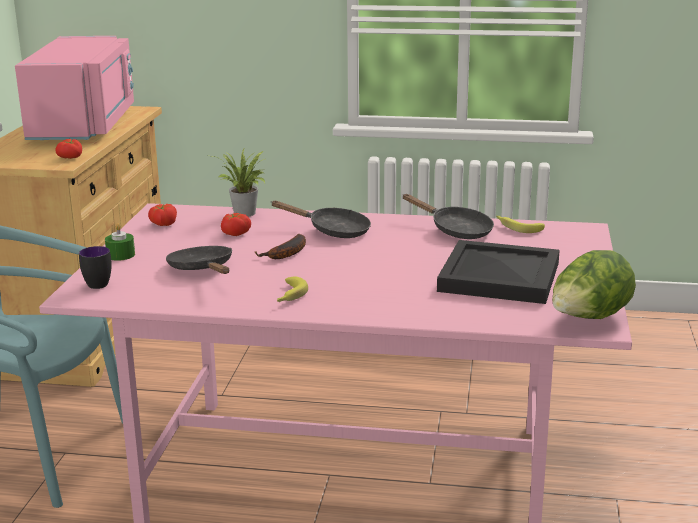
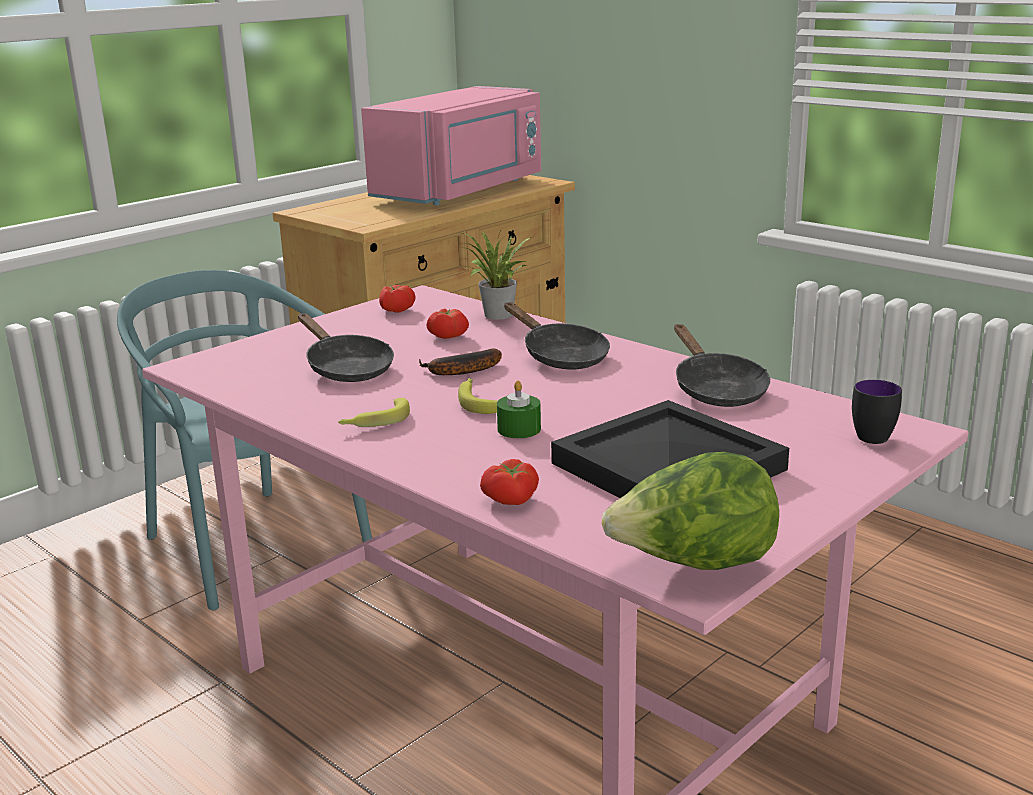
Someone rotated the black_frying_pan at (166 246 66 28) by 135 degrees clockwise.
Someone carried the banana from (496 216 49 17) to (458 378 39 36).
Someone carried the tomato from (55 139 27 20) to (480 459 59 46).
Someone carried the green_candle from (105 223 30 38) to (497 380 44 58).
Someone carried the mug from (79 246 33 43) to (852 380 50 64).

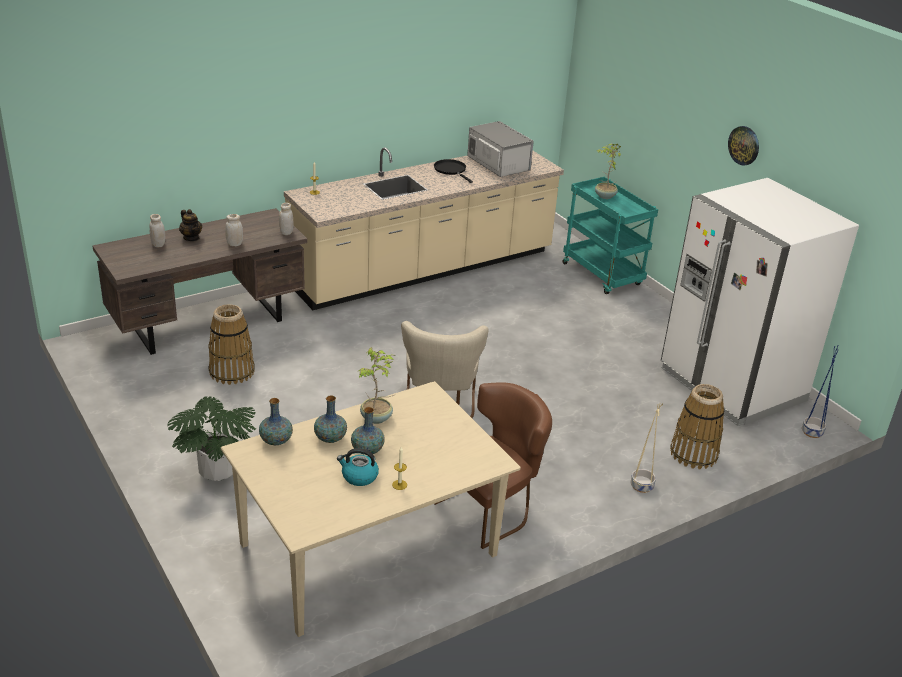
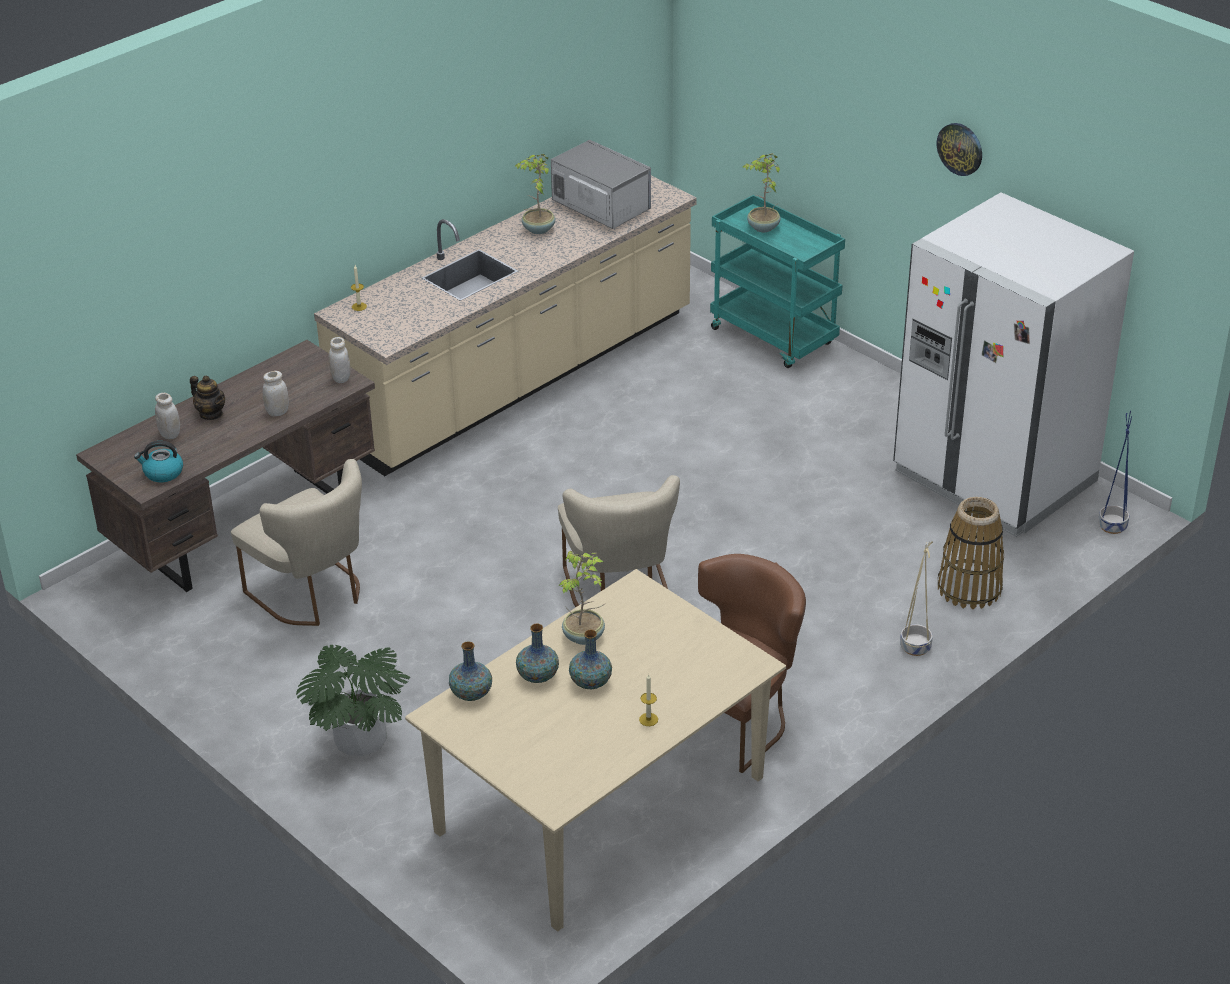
Someone carried the kettle from (337 448 42 38) to (134 441 49 41).
Someone swapped the basket at (208 304 47 81) for the beige_chair at (231 459 131 167).
Someone swapped the black_frying_pan at (434 159 39 24) for the potted_plant at (515 154 40 80).

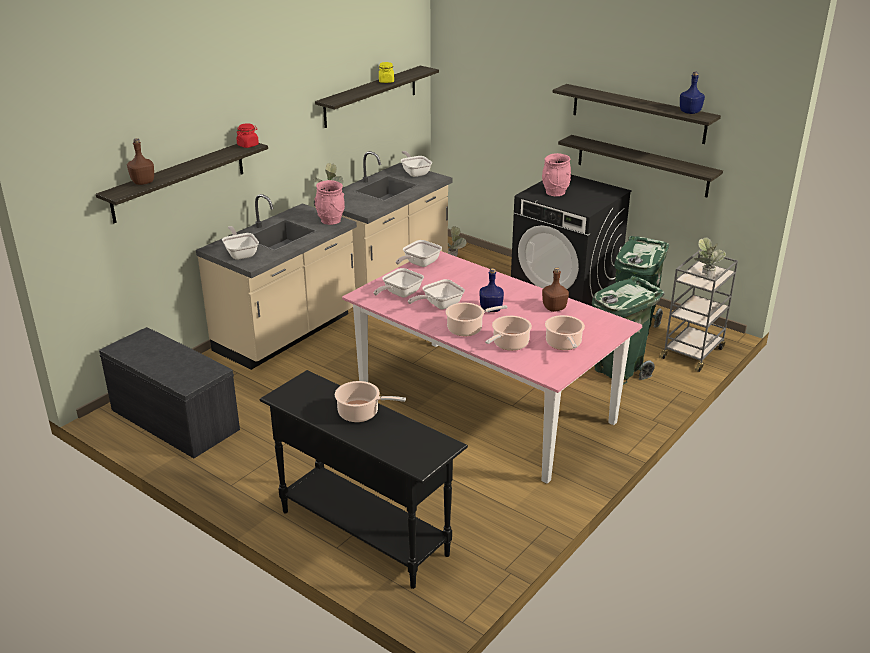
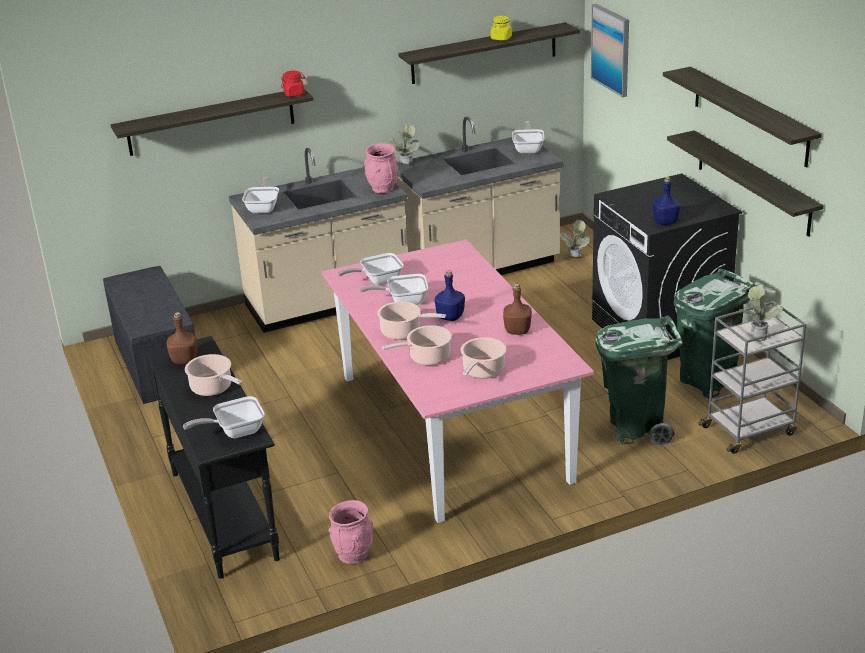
Someone carried the brown_bottle from (127 138 27 47) to (167 312 30 52).
Someone carried the frying_pan from (396 240 46 27) to (183 396 82 43).
Someone carried the pink_vase from (542 153 29 43) to (329 500 44 64).
Someone put up the picture at (591 4 38 93).
Someone carried the blue_bottle from (680 72 25 42) to (652 177 28 48).

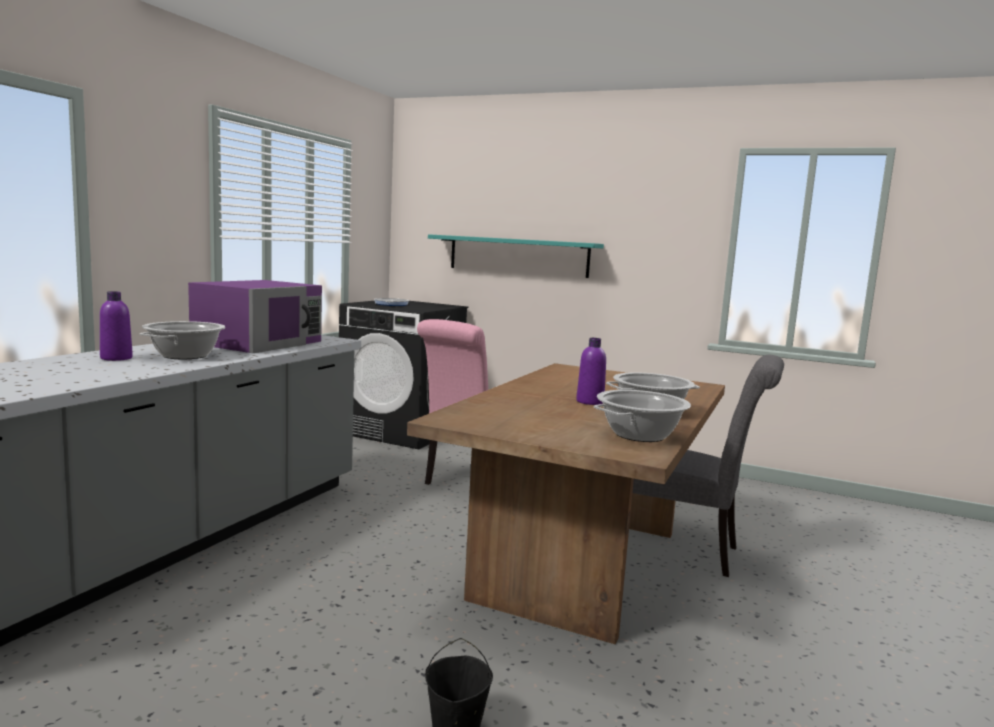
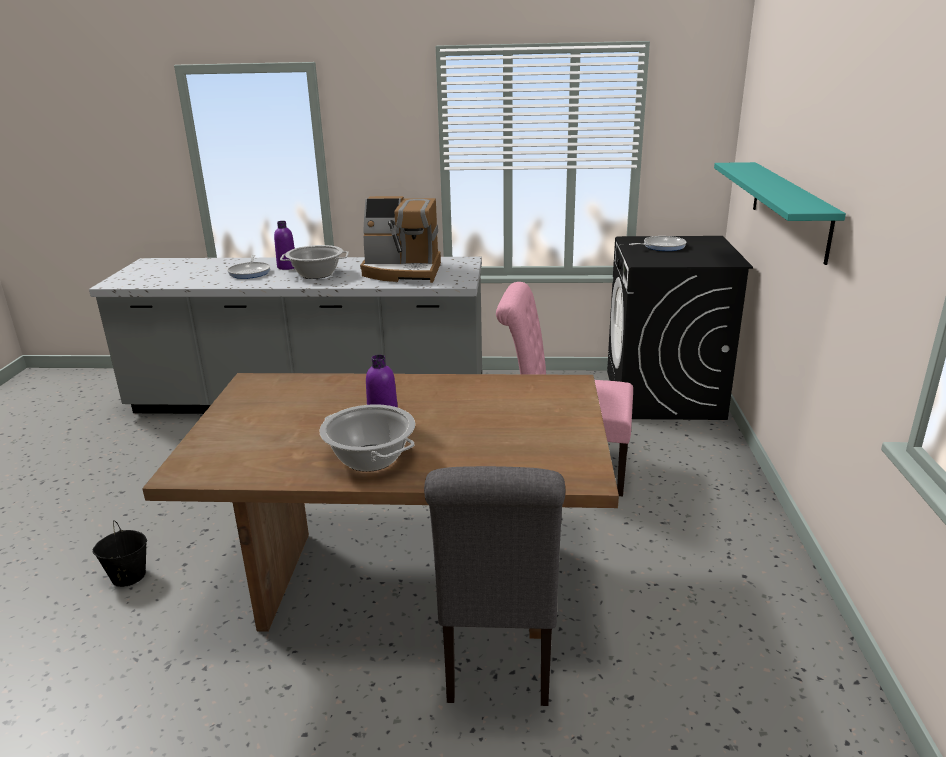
Someone put down the frying_pan at (227 255 43 24).
Someone swapped the purple_microwave at (188 280 134 73) for the coffee_machine at (360 196 81 87).
Someone took away the cooking_pot at (594 390 97 52).

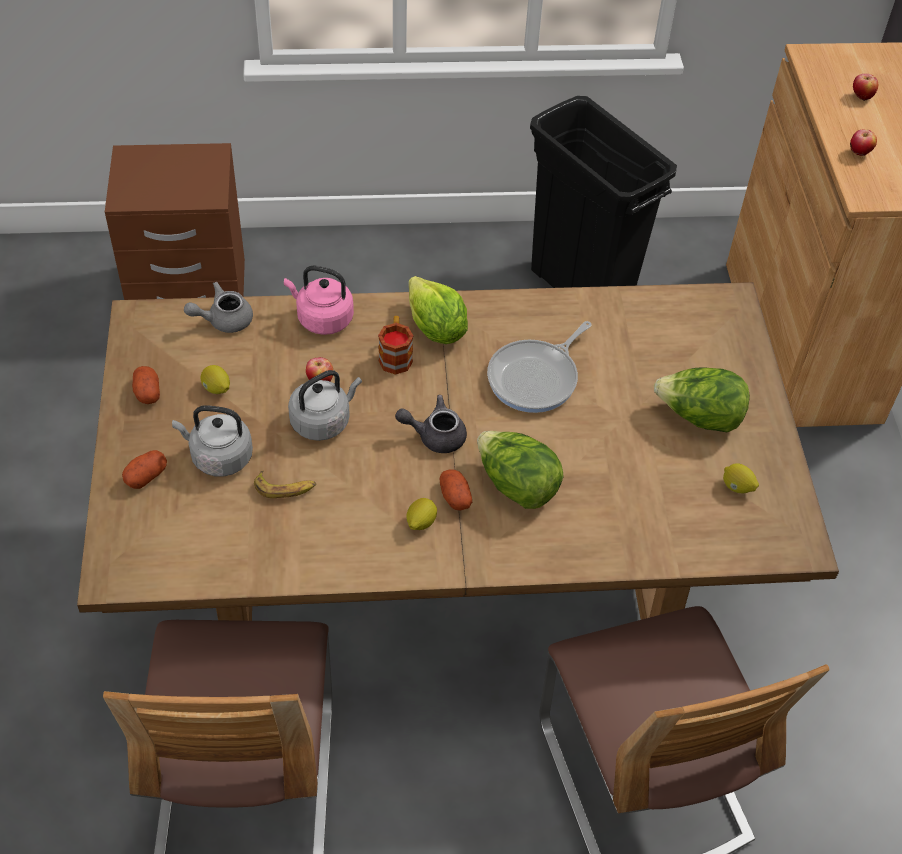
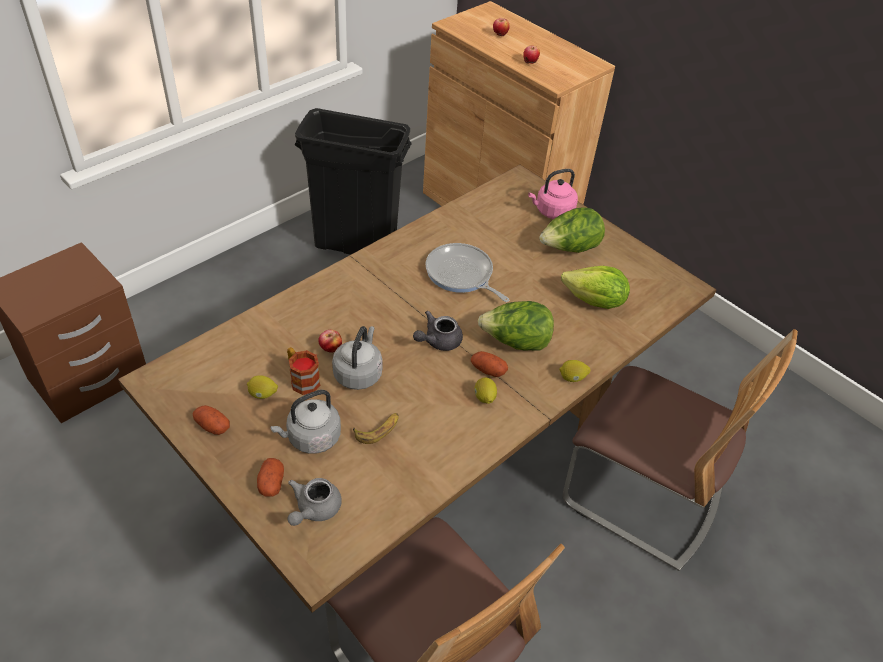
Someone carried the mug from (378 316 35 59) to (287 347 33 48).
Someone carried the grey_teapot from (184 282 69 51) to (287 478 55 48).
Someone rotated the frying_pan at (487 321 104 92) by 135 degrees clockwise.
Someone carried the pink_kettle from (284 266 70 69) to (528 169 50 50).
Someone carried the lemon from (723 463 36 30) to (559 360 31 22).
Someone carried the lettuce from (409 276 59 68) to (561 266 69 43).

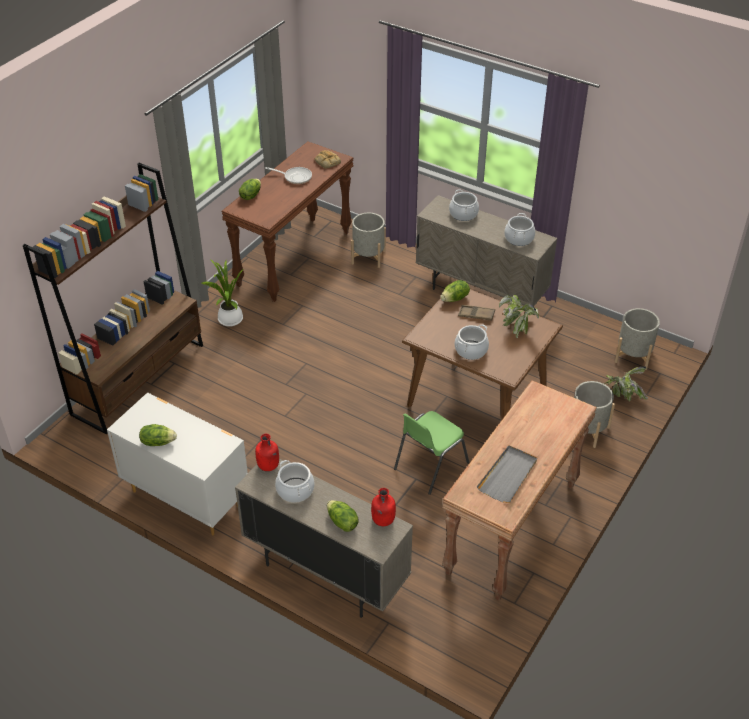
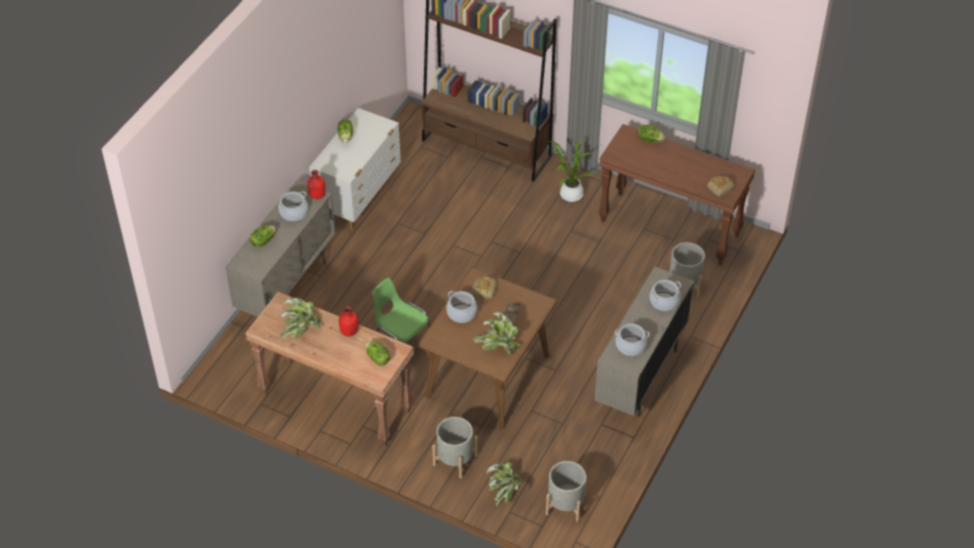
Someone swapped the grey_tray at (477 445 60 58) for the potted_plant at (280 298 40 41).
Someone carried the red_bottle from (371 488 25 38) to (339 306 19 30).
Someone carried the lettuce from (440 280 30 22) to (365 341 25 25).
Someone put down the bread at (473 276 24 23).
Someone took away the frying_pan at (265 167 47 17).

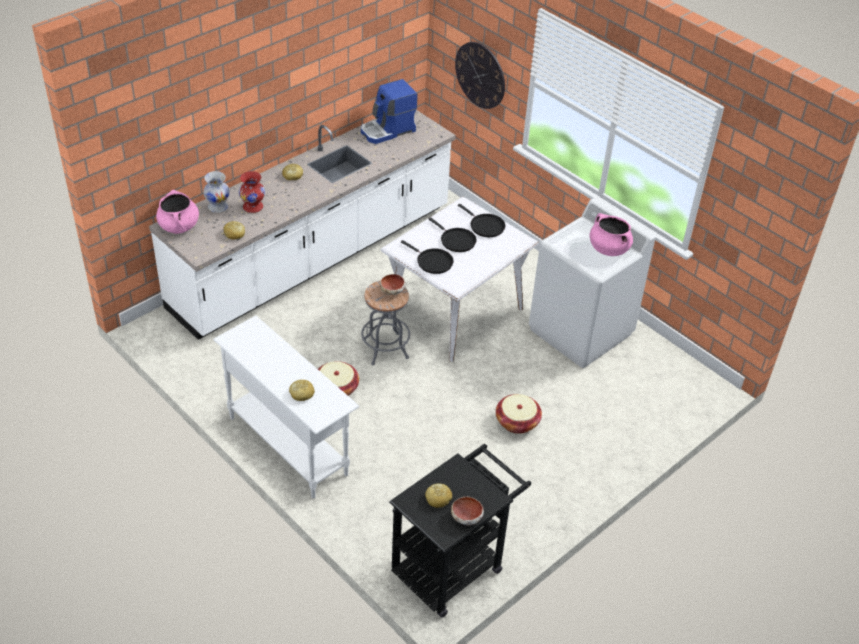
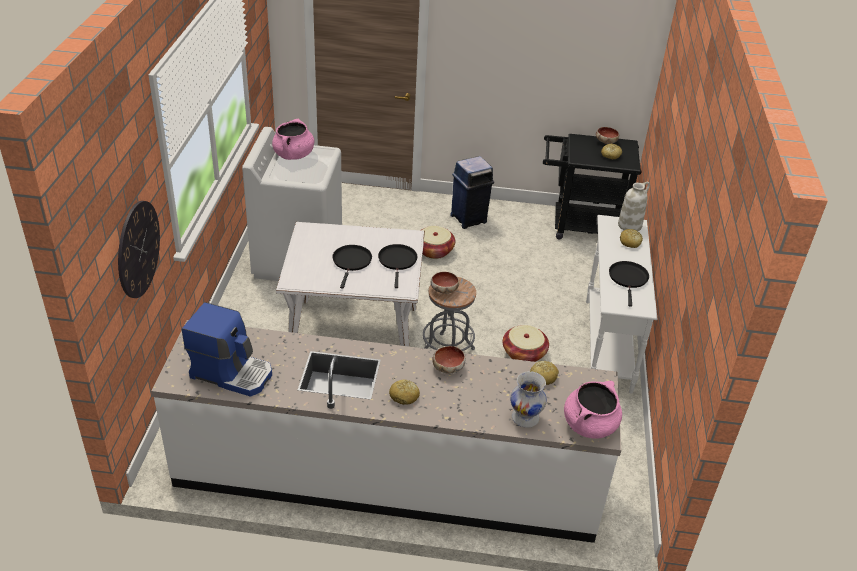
Someone put down the bowl at (432 346 34 28).
Someone put down the blue_trash_can at (450 156 44 73).
Someone carried the black_frying_pan from (458 204 47 33) to (609 261 40 46).
Someone put down the white_vase at (618 182 32 49).
Someone took away the red_vase at (239 171 26 42).

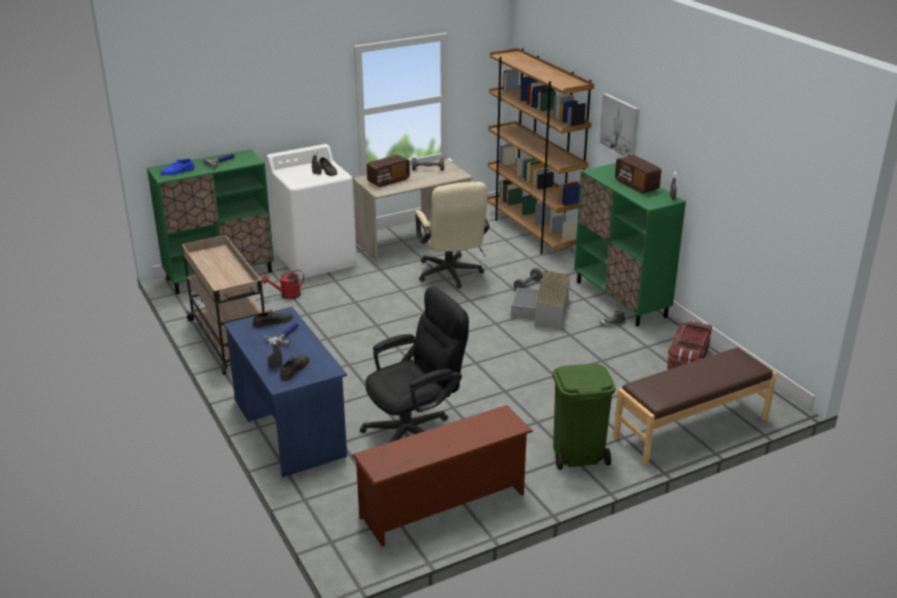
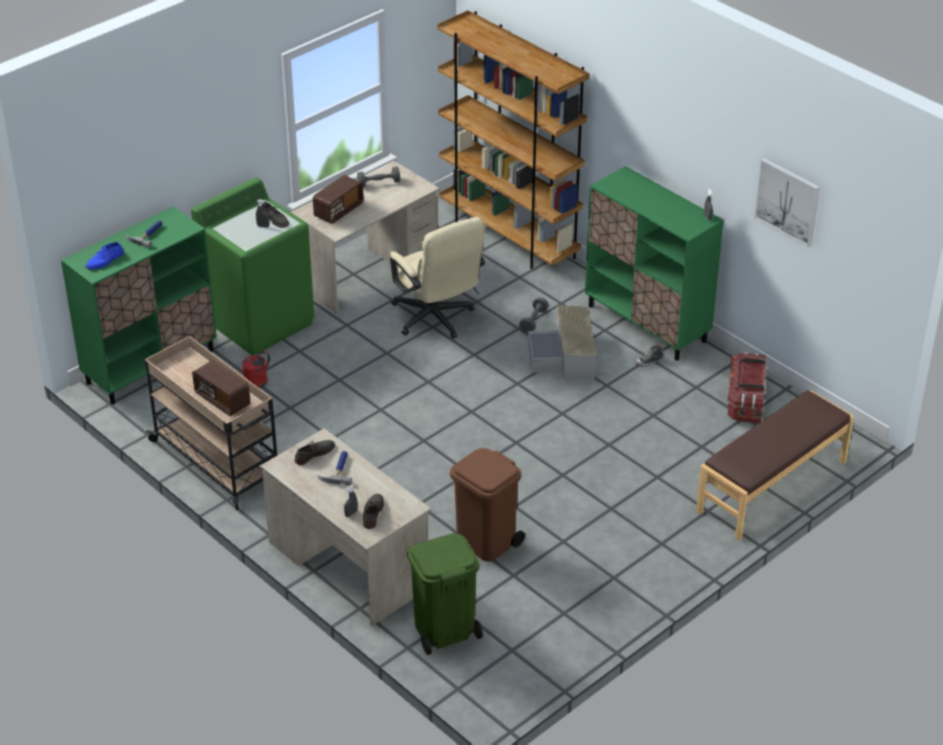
Someone repainted the white_washing_machine at (266 144 91 135), which became the green_washing_machine at (191 178 123 177).
Someone carried the radio from (615 155 46 38) to (192 360 59 56).
Someone repainted the blue_desk at (224 307 123 170), which became the beige_desk at (260 428 171 199).
Someone carried the green_trash_can from (553 363 63 107) to (407 533 76 122).
Someone swapped the black_office_chair at (360 286 109 156) for the brown_trash_can at (450 448 75 114).
Someone carried the picture from (599 93 40 64) to (754 158 66 90).
Someone took away the brown_shoe_rack at (352 405 181 142).

